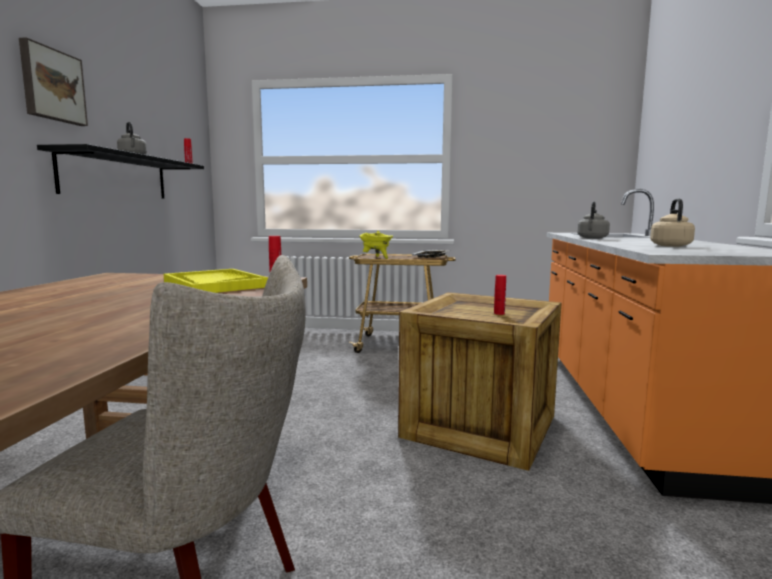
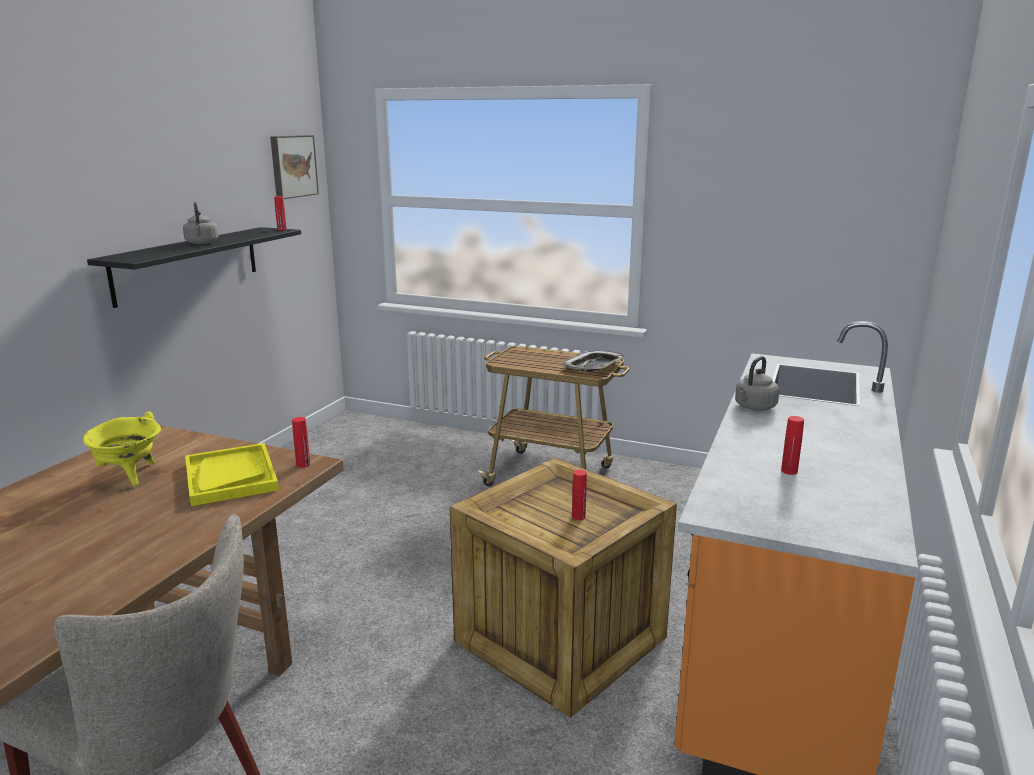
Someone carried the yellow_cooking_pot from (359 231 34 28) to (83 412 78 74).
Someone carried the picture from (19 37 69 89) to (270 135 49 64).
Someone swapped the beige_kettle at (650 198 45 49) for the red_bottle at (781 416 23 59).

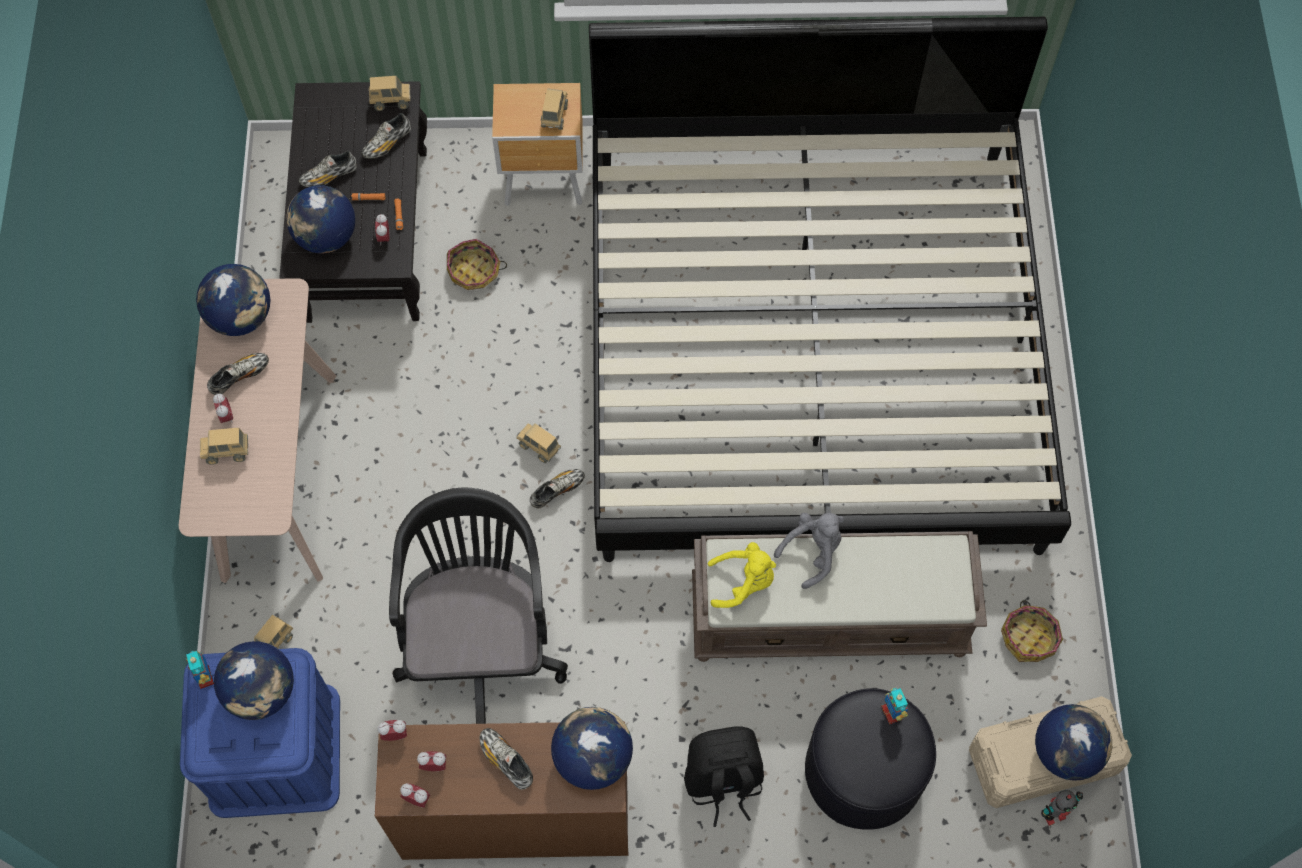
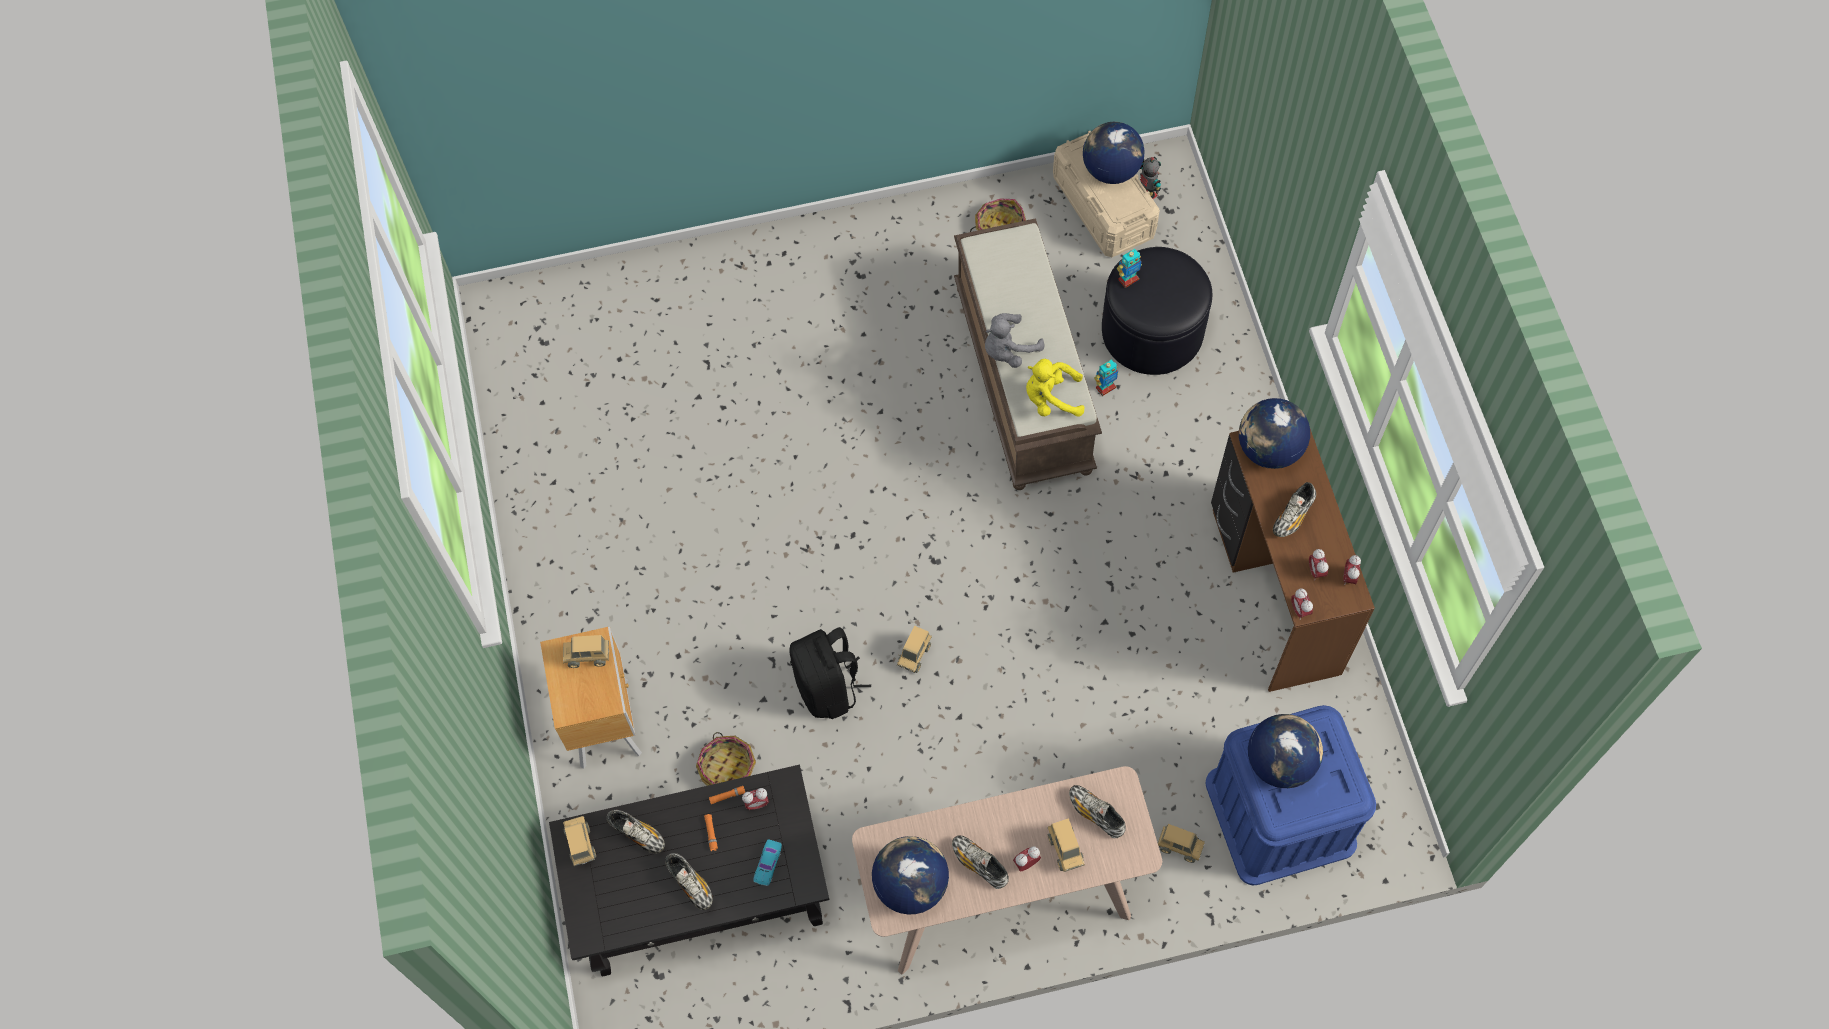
Someone swapped the globe at (286 185 69 68) for the turquoise_toy_car at (753 839 29 47).
Someone carried the black_backpack from (684 726 80 101) to (789 627 82 92).
Someone rotated the grey_plush_toy at (774 513 71 76) by 75 degrees counterclockwise.
Someone rotated the yellow_plush_toy at (708 542 68 66) by 75 degrees counterclockwise.
Someone carried the shoe from (530 469 55 39) to (1069 785 57 53).
Someone carried the toy_robot from (186 651 28 38) to (1094 359 25 37).
Someone took away the black_office_chair at (389 488 179 236).
Someone took away the bed at (589 17 482 545).

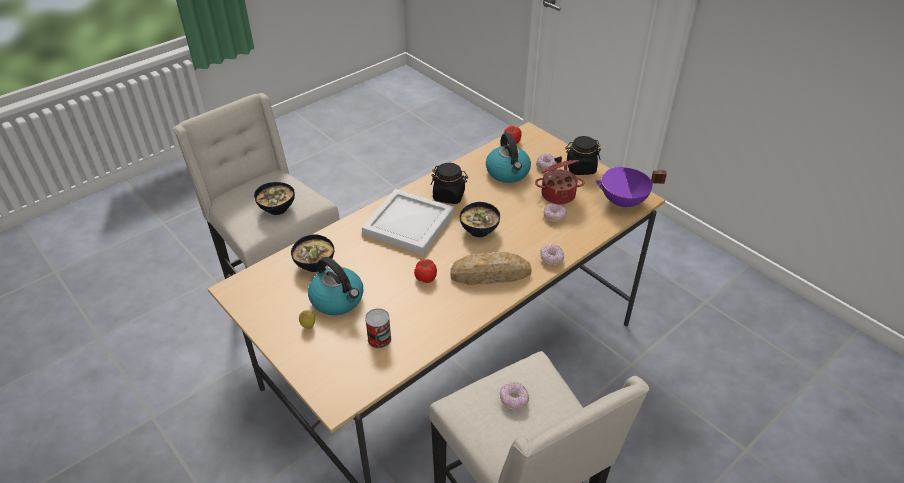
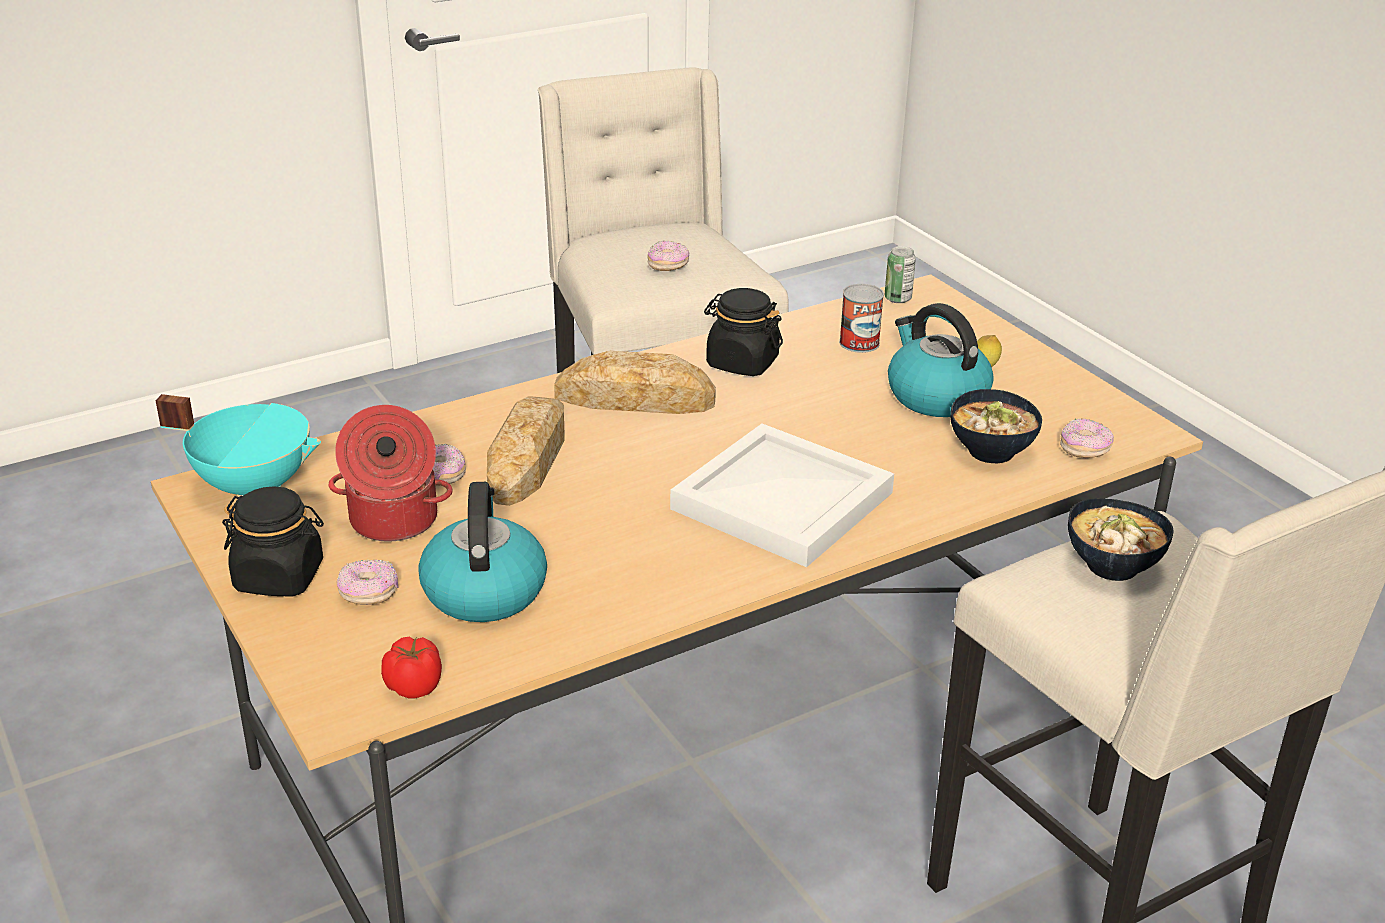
Someone repainted the purple_cooking_pot at (595 167 72 43), which became the turquoise_cooking_pot at (155 394 166 102).
Someone put down the bread at (487 396 78 110).
Someone carried the black_jar from (431 163 37 41) to (704 288 79 88).
Someone put down the can at (884 246 32 57).
Someone carried the donut from (540 245 24 21) to (1060 418 54 40).
Someone took away the tomato at (414 259 23 24).
Someone took away the bowl at (460 202 40 35).

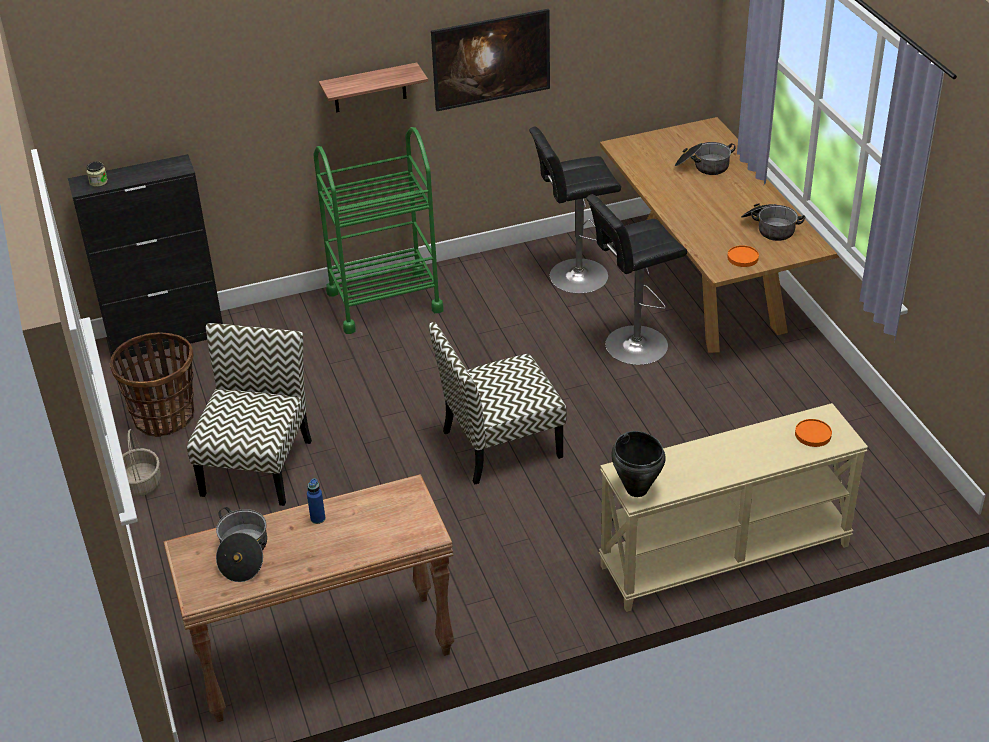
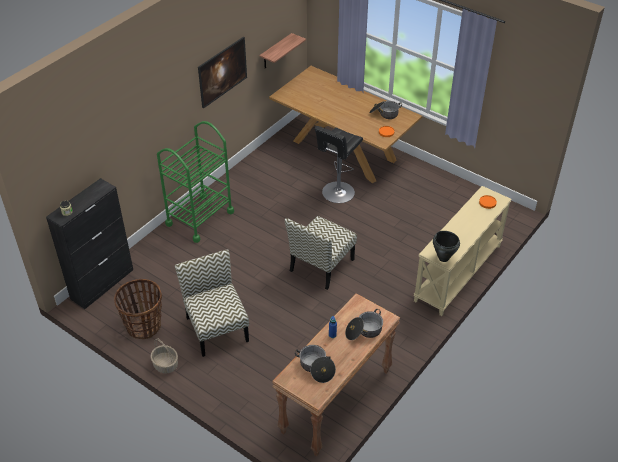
Someone carried the shelf from (319 63 109 49) to (259 33 47 35).
Someone carried the cooking_pot from (675 142 60 33) to (345 309 38 31).
Someone took away the black_stool at (529 127 92 167).

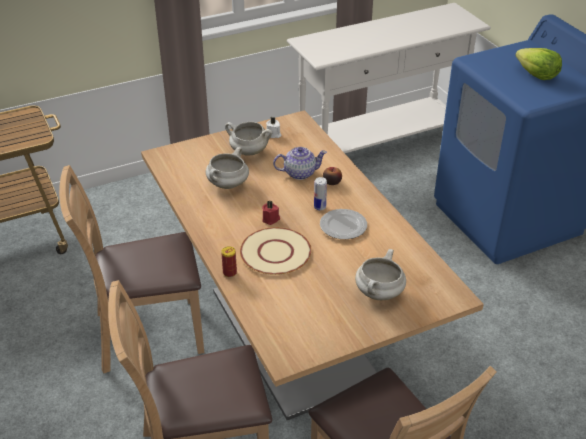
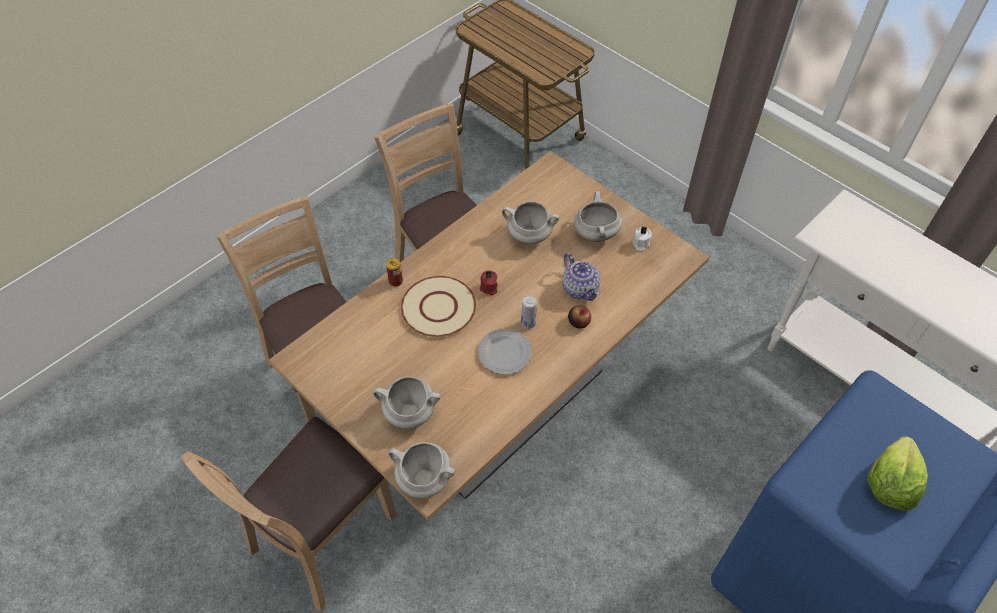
Someone put down the white_cooking_pot at (388 442 68 57).

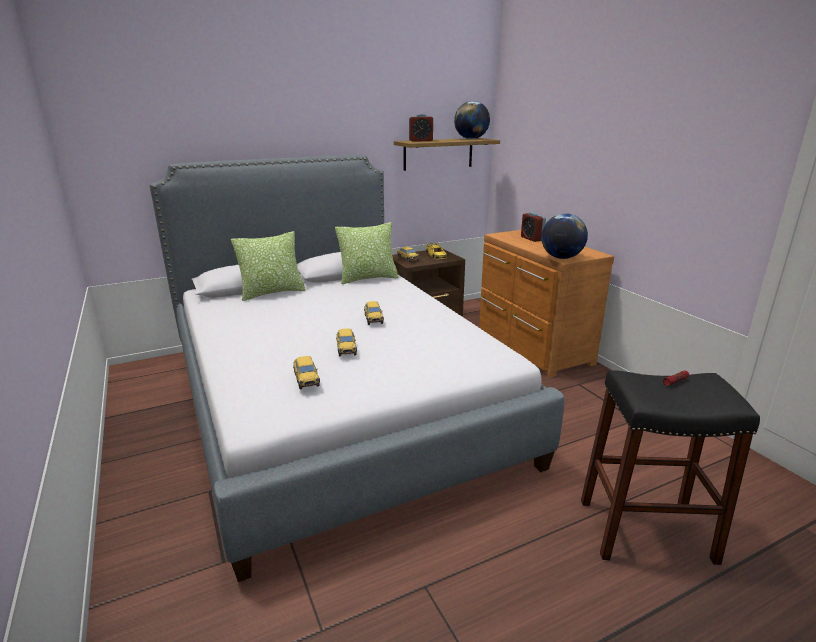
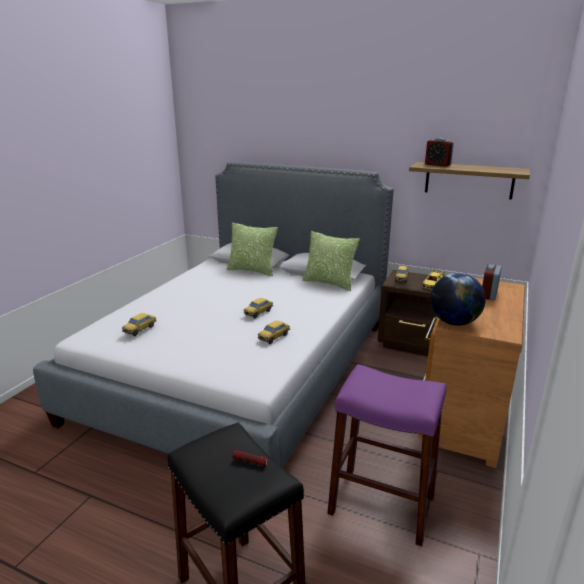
Someone carried the toy_car from (336 328 21 29) to (258 320 32 24).
Someone put down the purple_stool at (327 364 119 182).
Someone took away the globe at (454 101 36 38).

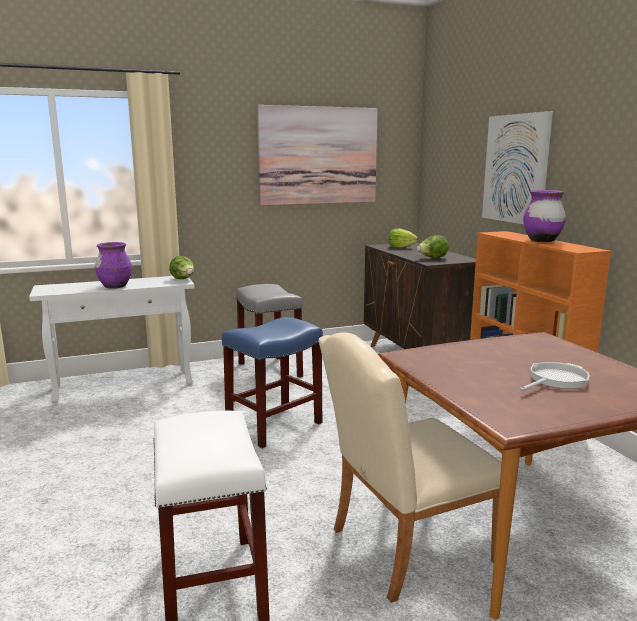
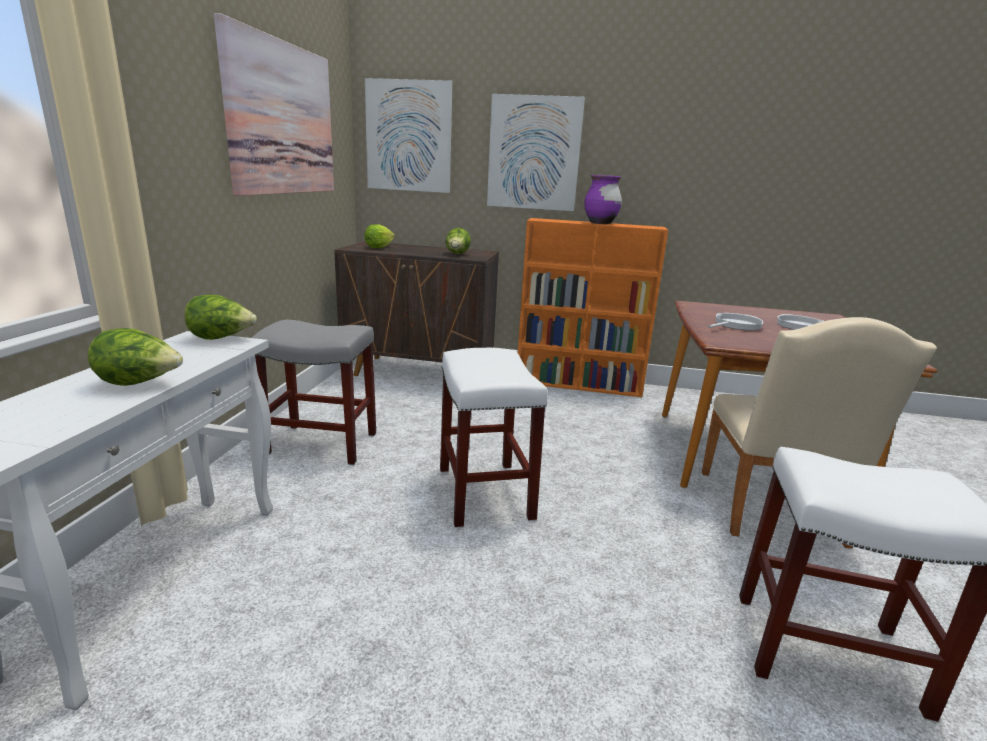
Someone swapped the purple_vase at (95 242 37 47) for the lettuce at (88 328 95 58).
Someone put up the picture at (365 78 87 115).
Someone repainted the blue_stool at (222 317 101 132), which became the white_stool at (440 348 108 180).
Someone put down the frying_pan at (707 313 57 18).

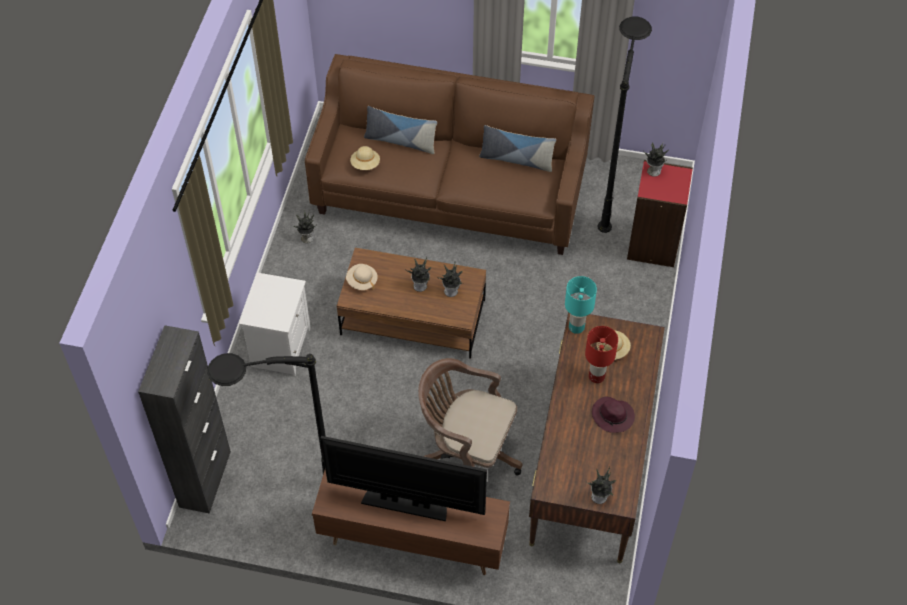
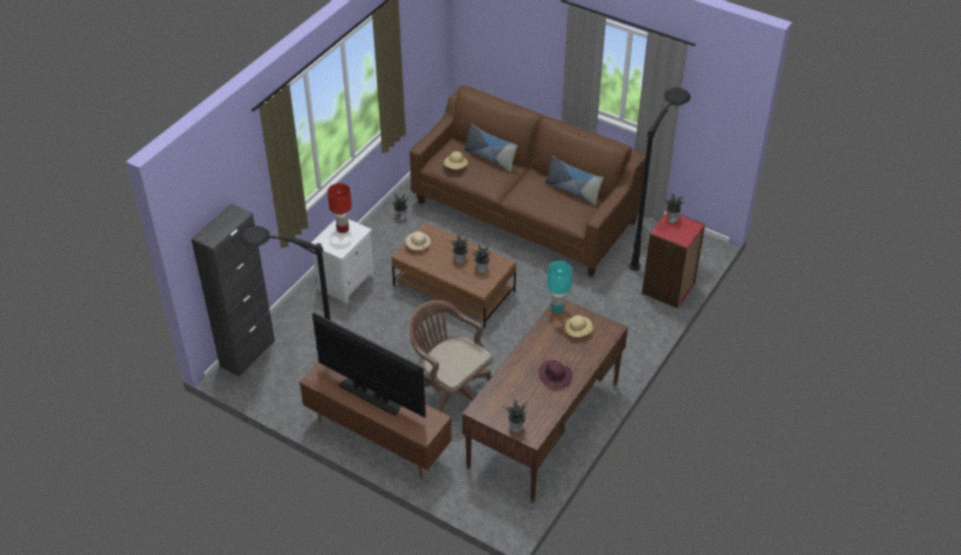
Someone carried the red_table_lamp from (585 326 33 57) to (327 183 25 50).

